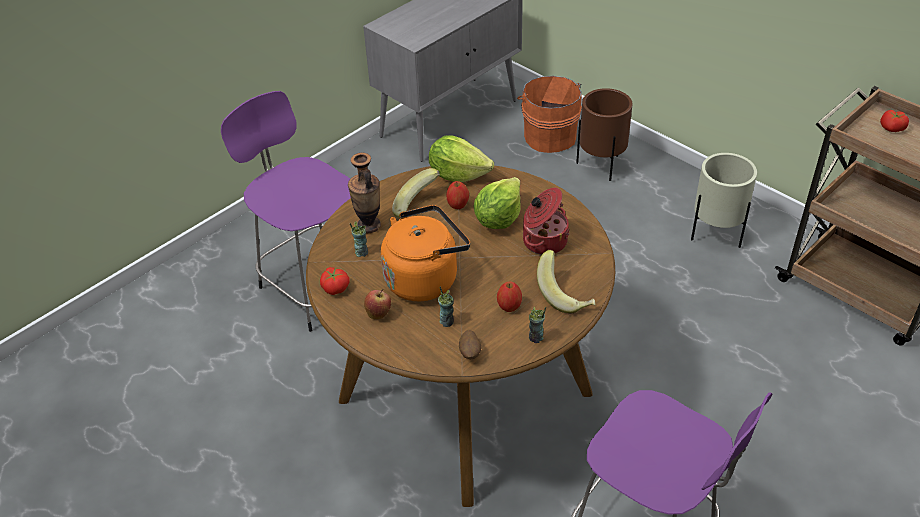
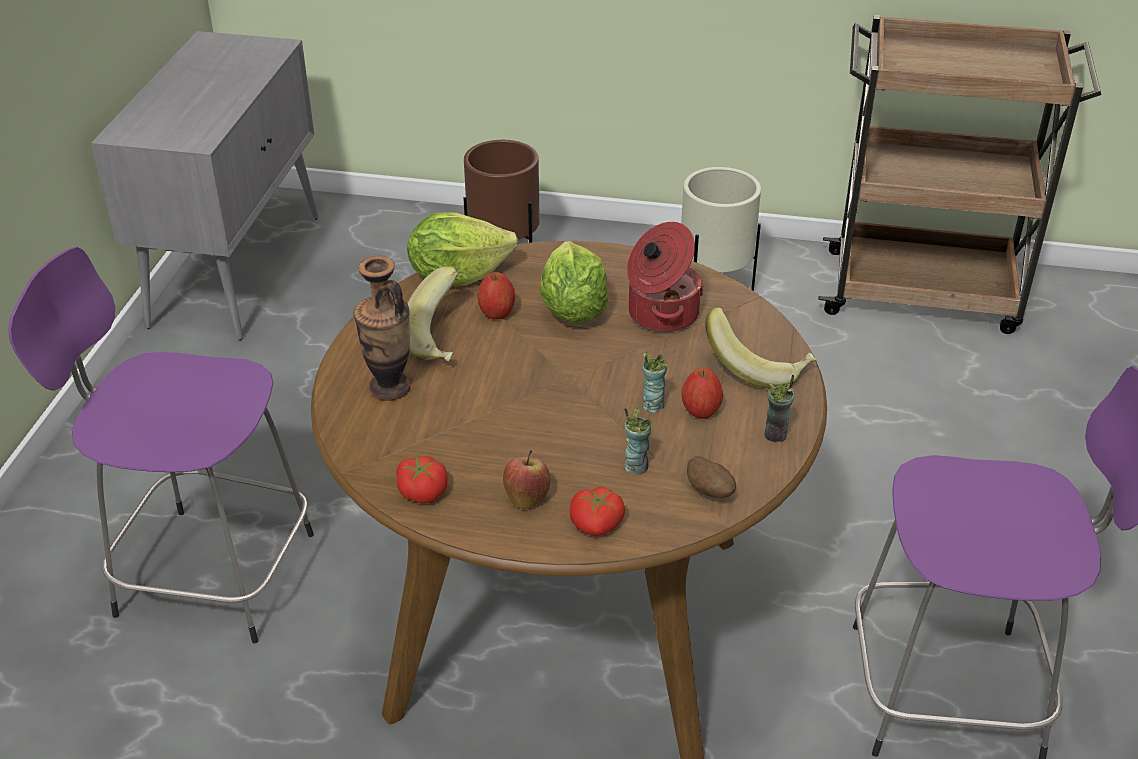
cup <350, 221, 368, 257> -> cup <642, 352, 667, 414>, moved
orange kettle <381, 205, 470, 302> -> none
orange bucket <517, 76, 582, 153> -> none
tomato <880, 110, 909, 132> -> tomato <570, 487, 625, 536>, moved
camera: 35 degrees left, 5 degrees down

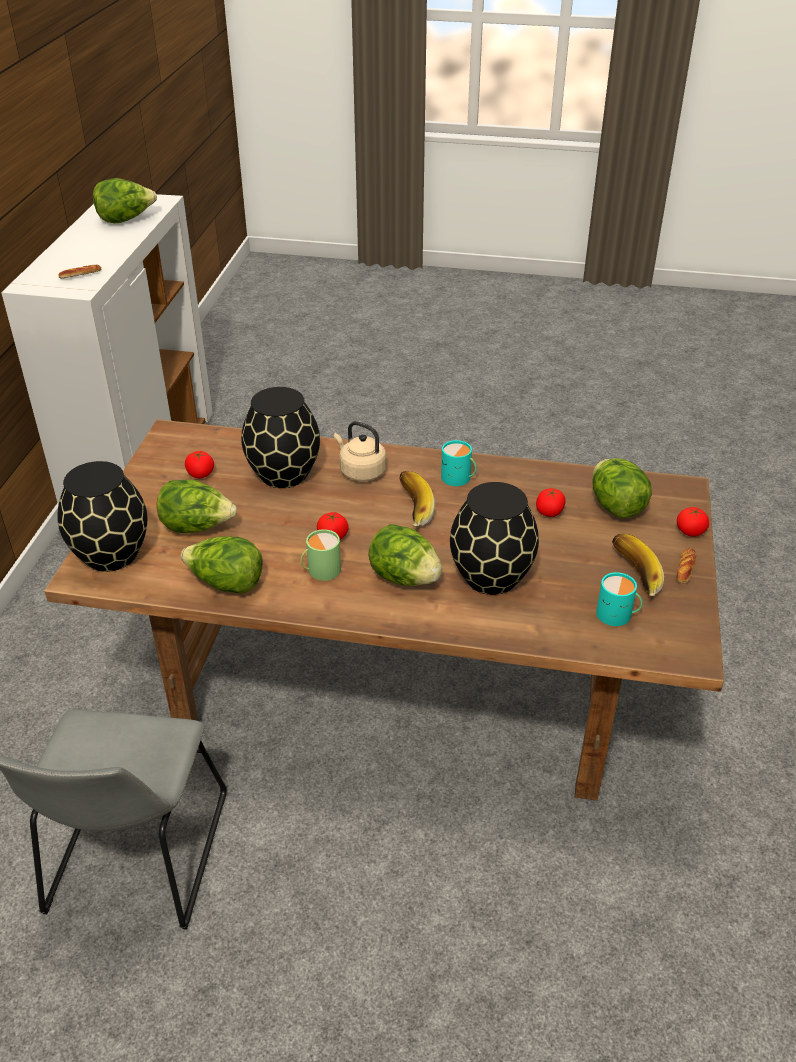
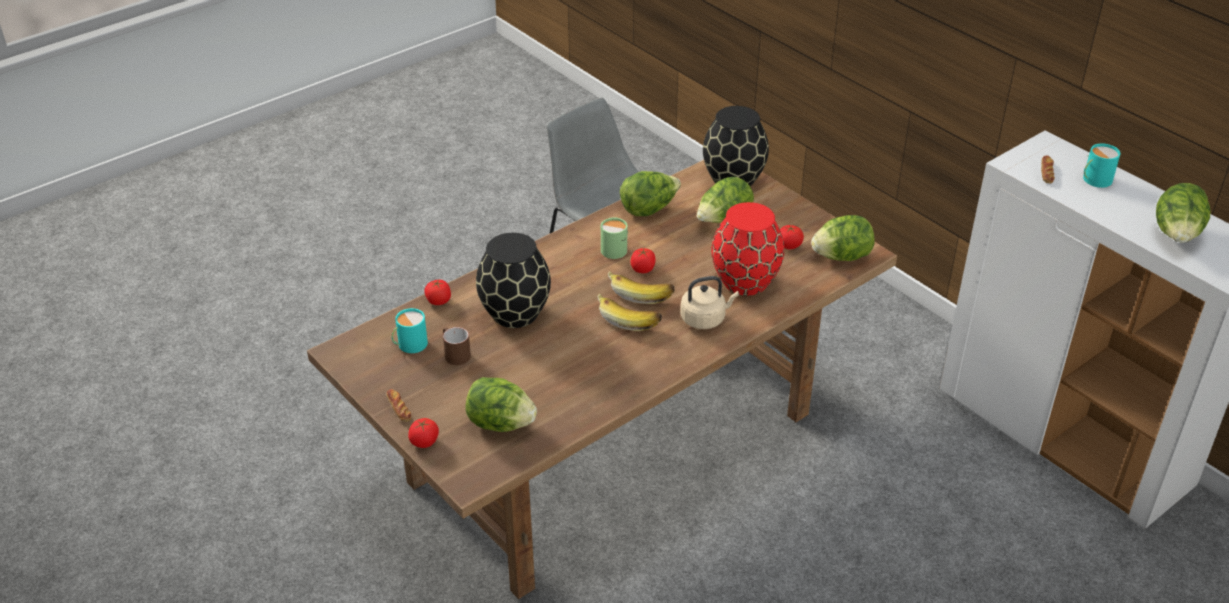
black vase <241, 387, 320, 488> -> red vase <712, 202, 784, 296>
lettuce <368, 524, 443, 586> -> lettuce <811, 215, 875, 261>, moved
turquoise mug <441, 440, 477, 486> -> turquoise mug <1083, 143, 1121, 188>, moved
tomato <536, 488, 566, 517> -> tomato <424, 280, 451, 305>, moved
banana <612, 534, 664, 596> -> banana <608, 271, 675, 304>, moved
none -> brown mug <443, 327, 471, 365>
camera: 130 degrees right, 0 degrees up

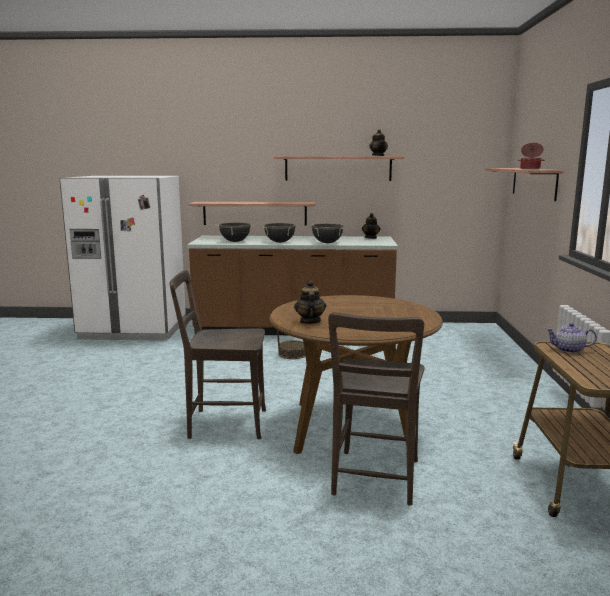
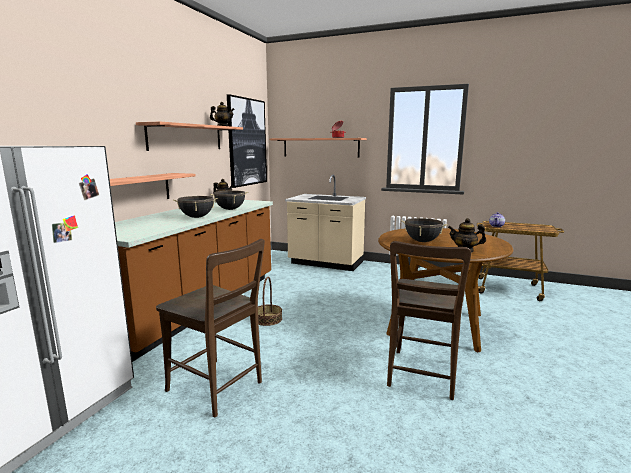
black cooking pot <216, 223, 254, 242> -> black cooking pot <401, 218, 448, 242>, moved
brown chair <328, 312, 424, 506> -> brown chair <156, 239, 265, 417>, moved
none -> picture <227, 94, 267, 188>
none -> beige counter <285, 175, 366, 271>
camera: 70 degrees left, 0 degrees up

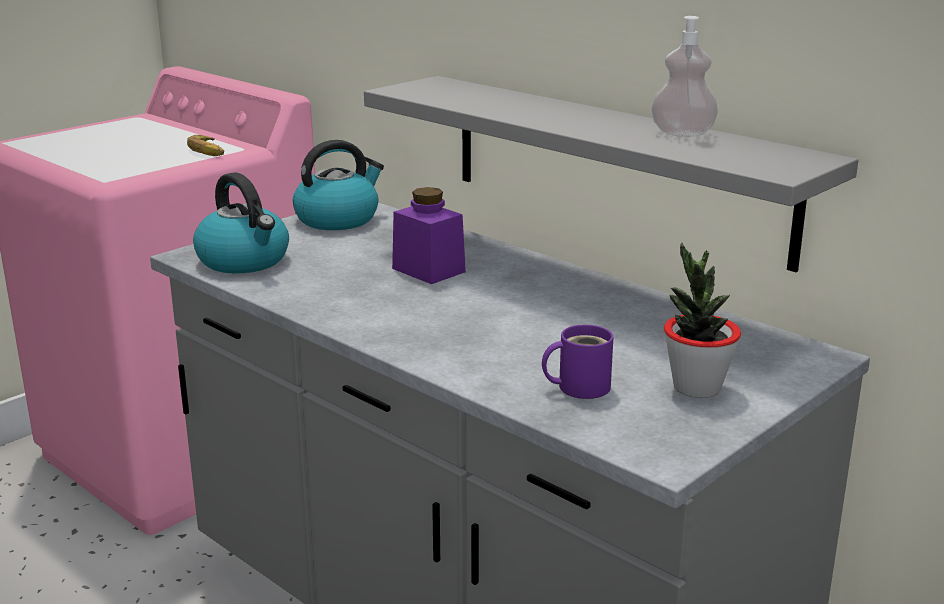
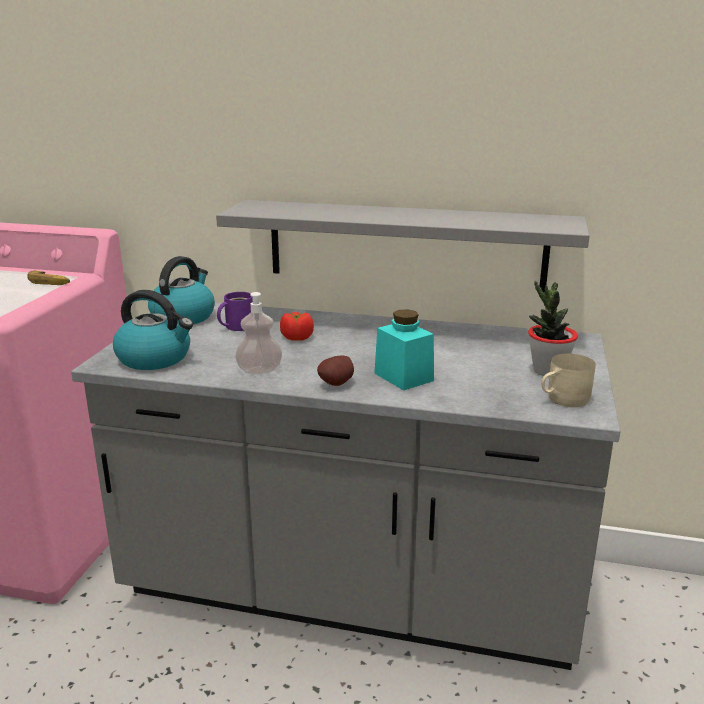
purple jar <392, 187, 466, 284> -> tomato <280, 312, 314, 341>
purple mug <542, 325, 613, 399> -> purple mug <217, 292, 253, 331>, moved
soap dispenser <651, 16, 718, 137> -> soap dispenser <235, 292, 282, 374>, moved
none -> potato <317, 356, 354, 386>
none -> turquoise jar <374, 309, 434, 390>
none -> beige mug <541, 354, 596, 407>
camera: 30 degrees left, 0 degrees up

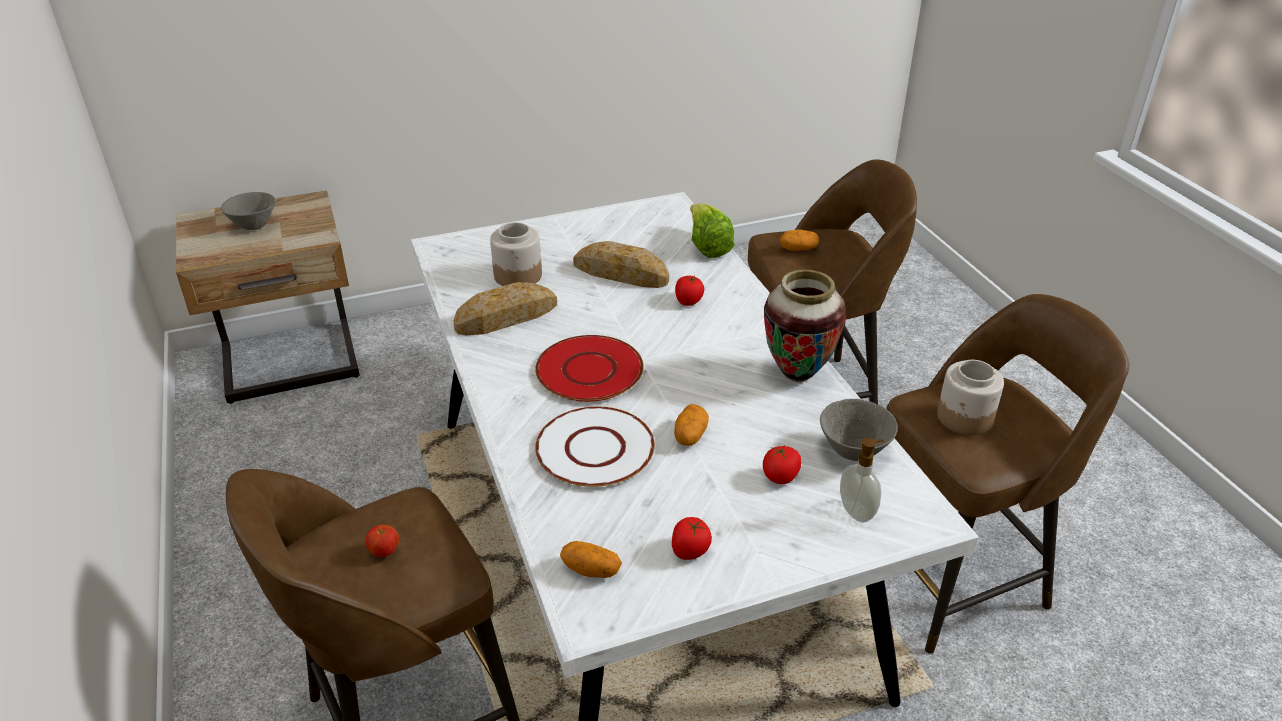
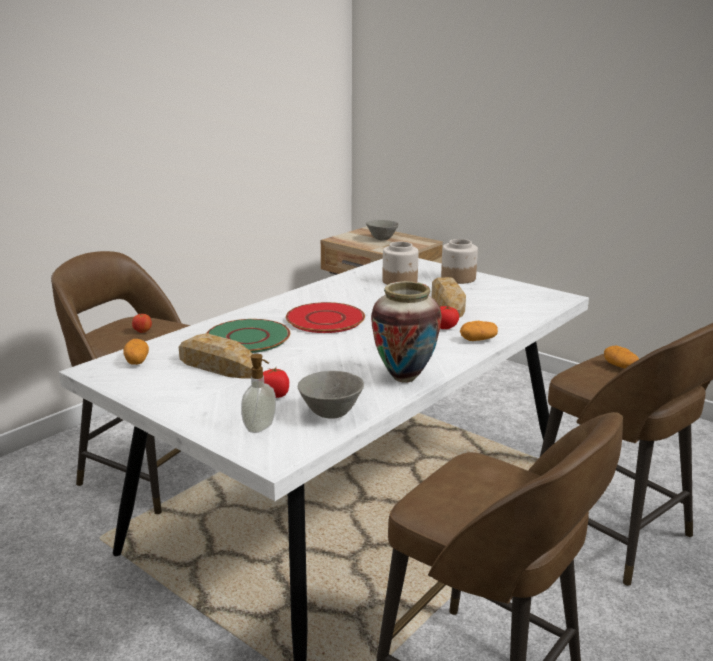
bread <453, 282, 557, 335> -> bread <179, 333, 253, 379>, moved
white plate <535, 406, 655, 487> -> green plate <207, 319, 290, 353>
tomato <672, 517, 712, 560> -> none
potato <674, 404, 709, 446> -> potato <460, 321, 498, 341>, moved
lettuce <690, 204, 735, 258> -> none
jar <937, 360, 1004, 435> -> jar <441, 239, 478, 284>, moved
camera: 60 degrees right, 15 degrees down

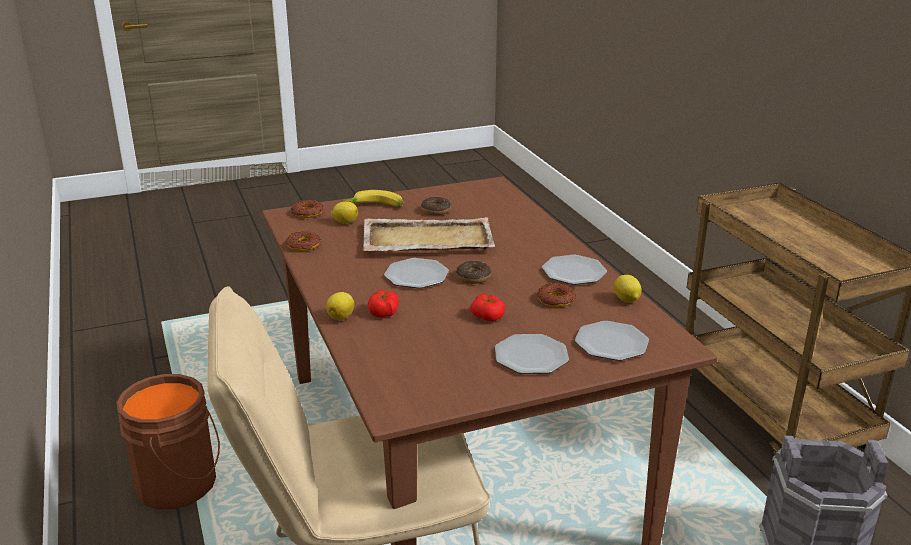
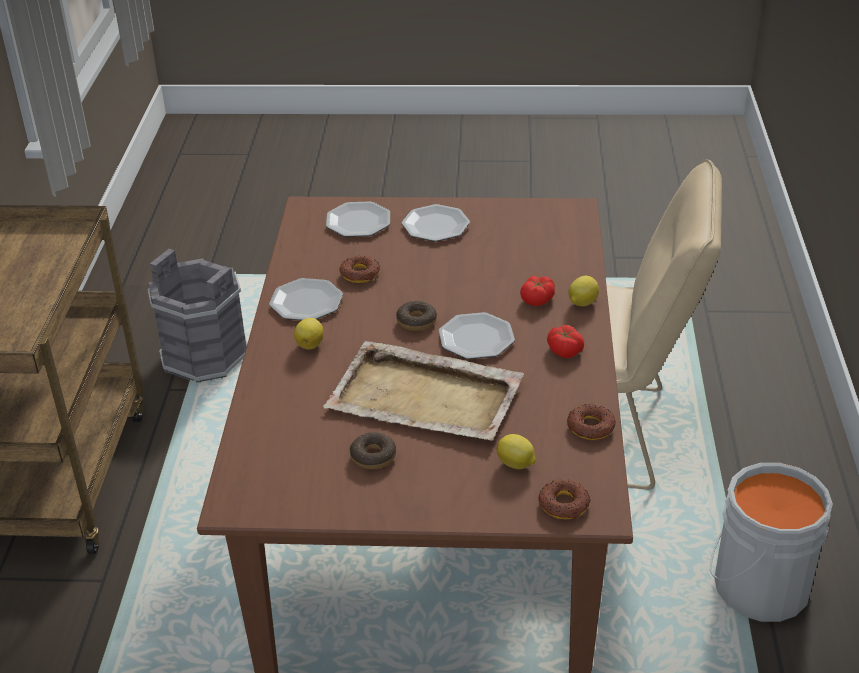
brown bucket <116, 374, 220, 509> -> grey bucket <710, 463, 833, 622>
banana <342, 190, 403, 207> -> none
tomato <470, 294, 505, 321> -> tomato <547, 325, 584, 358>, moved
lemon <614, 275, 642, 303> -> lemon <294, 318, 324, 349>, moved
camera: 155 degrees left, 10 degrees up

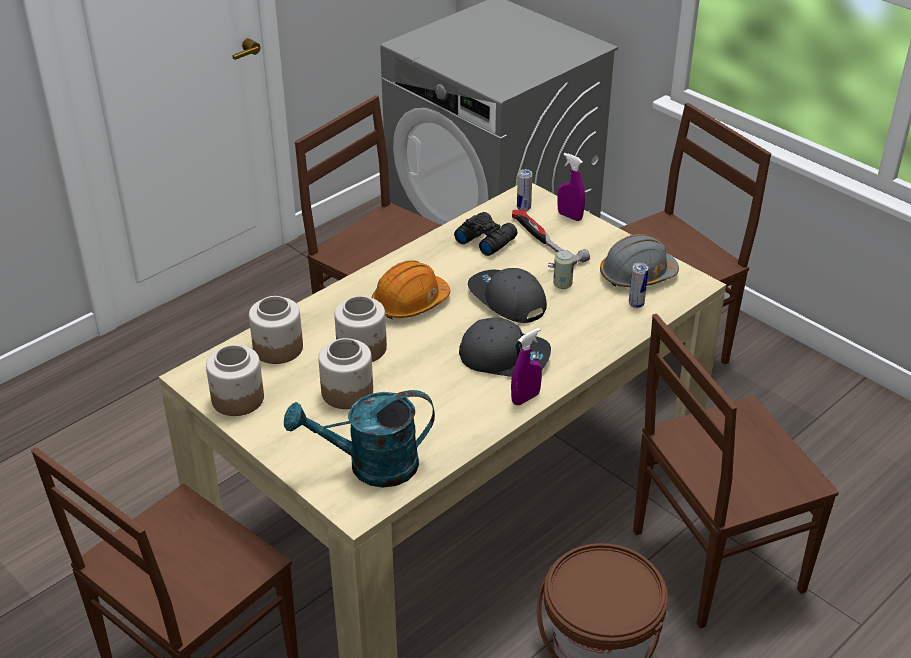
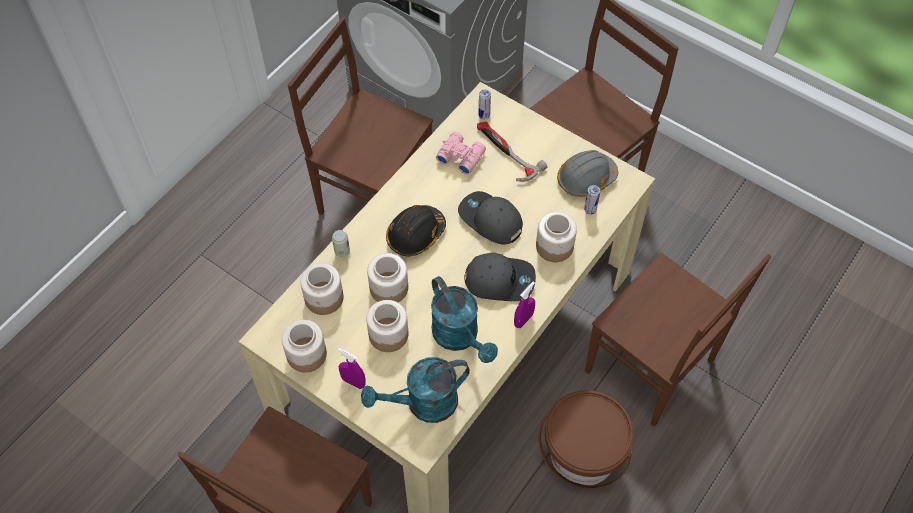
orange hard hat <372, 260, 450, 319> -> black hard hat <386, 205, 446, 256>
black binoculars <454, 212, 518, 256> -> pink binoculars <436, 132, 486, 175>
can <553, 250, 574, 289> -> can <332, 230, 350, 257>, moved
purple spray bottle <557, 153, 585, 221> -> purple spray bottle <338, 348, 366, 389>, moved
brown chair <633, 314, 839, 629> -> brown chair <585, 253, 771, 427>, 105 degrees counterclockwise
none -> turquoise watering can <431, 276, 498, 363>
none -> jar <536, 212, 577, 262>
camera: 10 degrees left, 20 degrees up

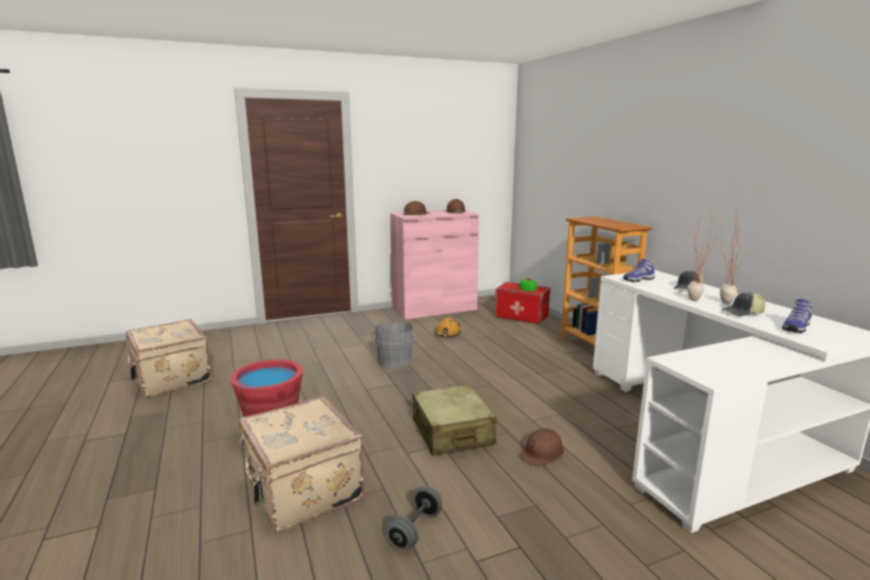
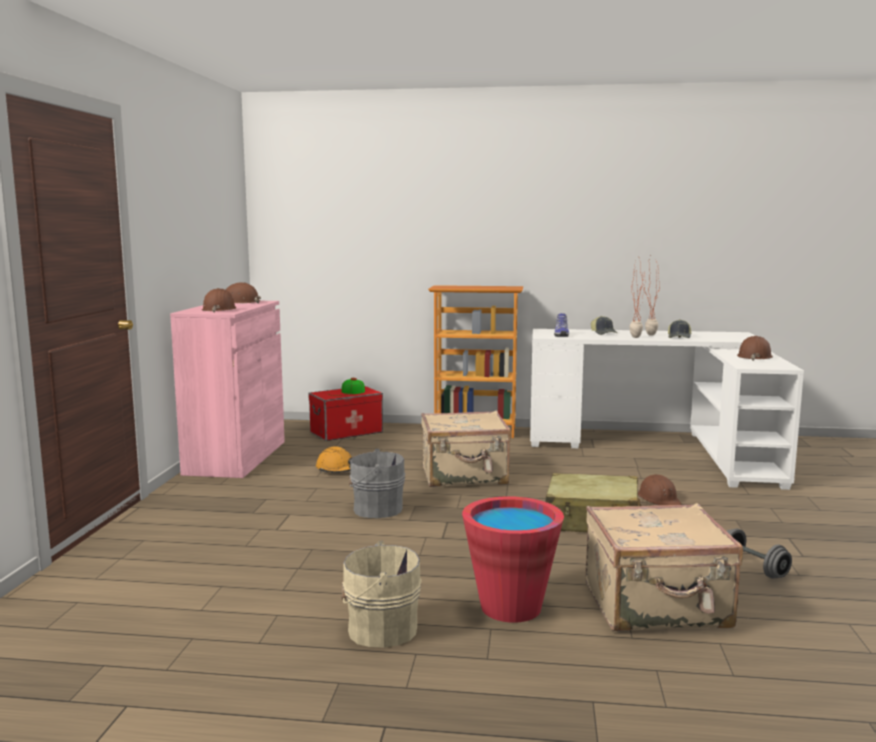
beige suitcase <125, 319, 212, 397> -> beige suitcase <421, 411, 511, 487>, moved
shoe <782, 299, 812, 333> -> none
none -> beige bucket <342, 541, 422, 647>
none -> brown hard hat <737, 336, 773, 361>
camera: 60 degrees left, 5 degrees down

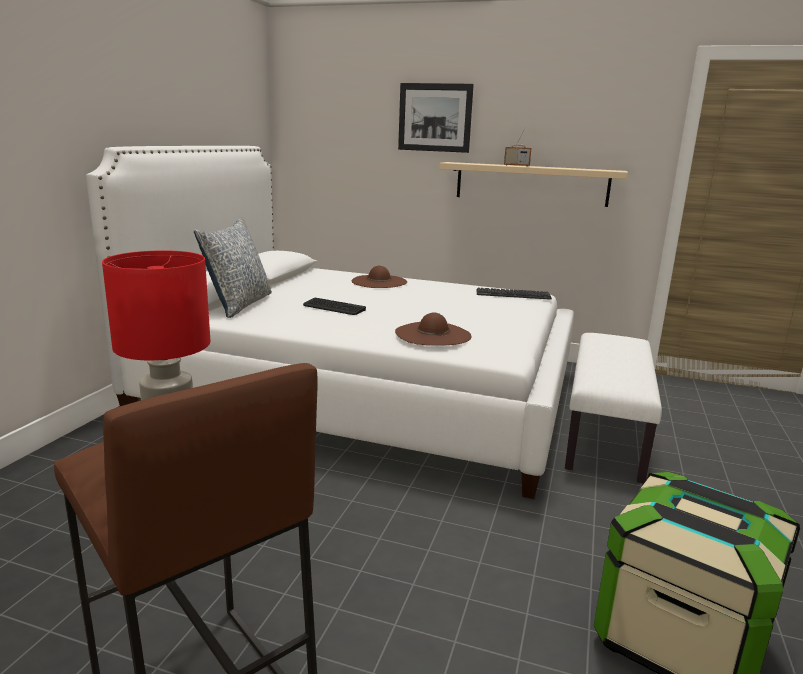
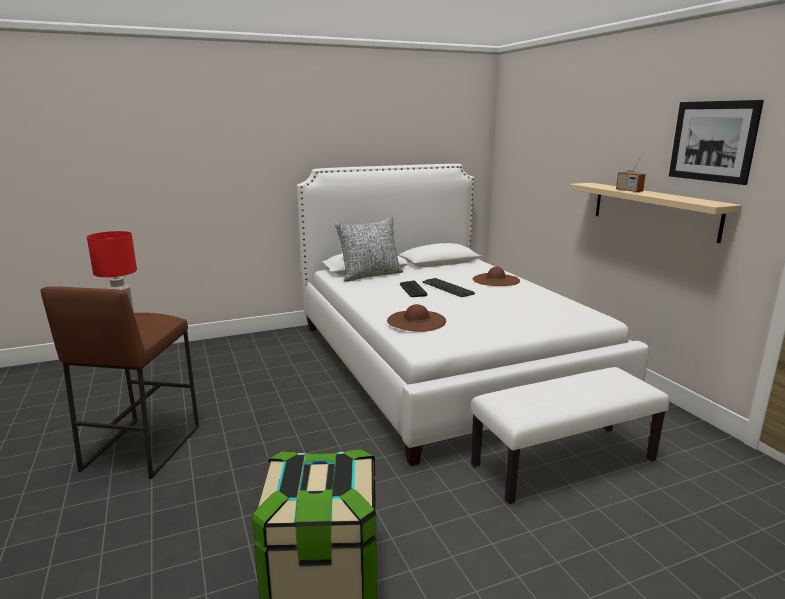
picture <398, 83, 474, 153> -> picture <669, 100, 764, 185>, moved
keyboard <477, 288, 552, 300> -> keyboard <423, 278, 475, 297>, moved
camera: 50 degrees right, 0 degrees up

